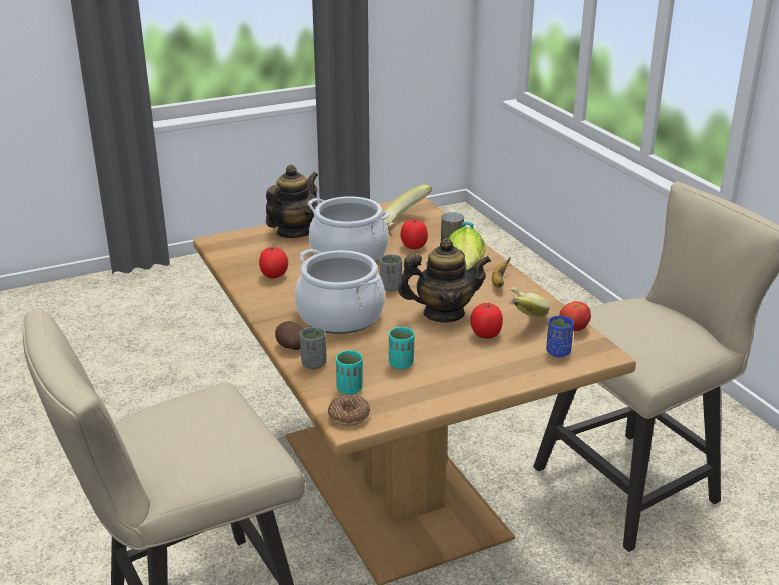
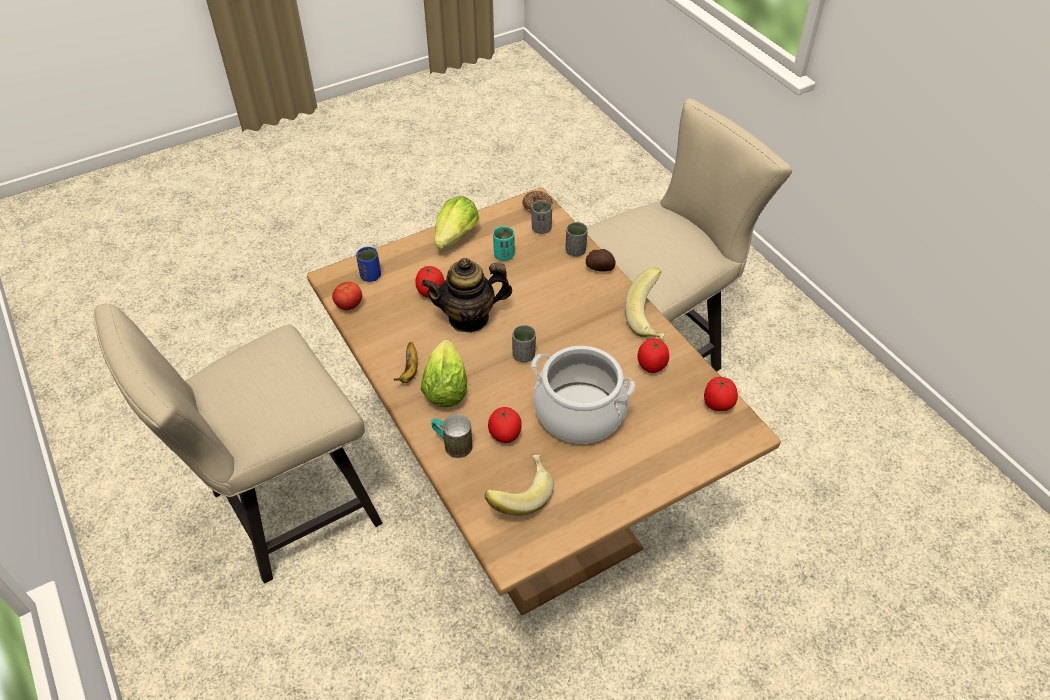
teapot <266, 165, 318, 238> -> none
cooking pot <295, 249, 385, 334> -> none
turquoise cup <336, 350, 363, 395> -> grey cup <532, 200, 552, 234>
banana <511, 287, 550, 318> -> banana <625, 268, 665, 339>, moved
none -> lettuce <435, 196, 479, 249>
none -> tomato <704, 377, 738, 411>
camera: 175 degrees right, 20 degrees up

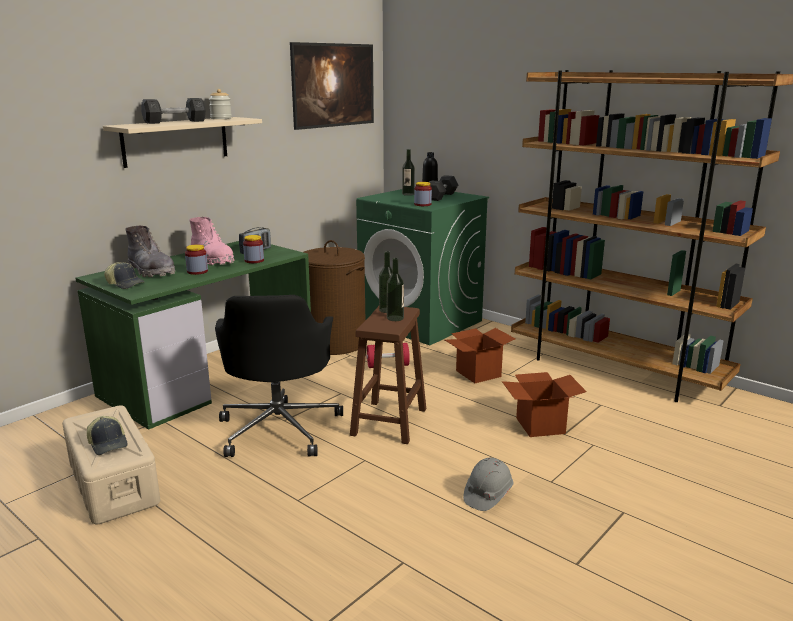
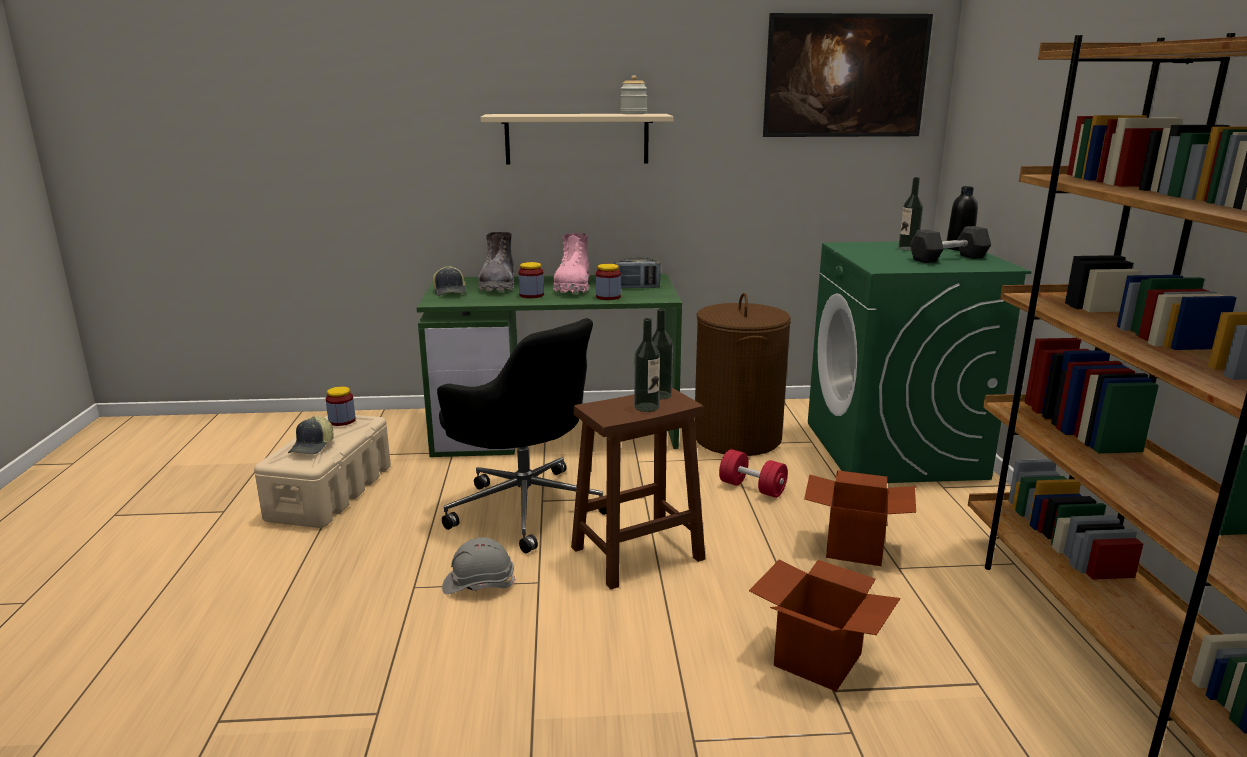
grey dumbbell <141, 98, 206, 124> -> none
black office chair <215, 295, 343, 457> -> black office chair <437, 318, 606, 553>, 90 degrees counterclockwise
jar <414, 182, 432, 206> -> jar <326, 386, 356, 426>, moved
grey hard hat <463, 458, 513, 511> -> grey hard hat <442, 537, 516, 594>, moved
camera: 45 degrees right, 0 degrees up

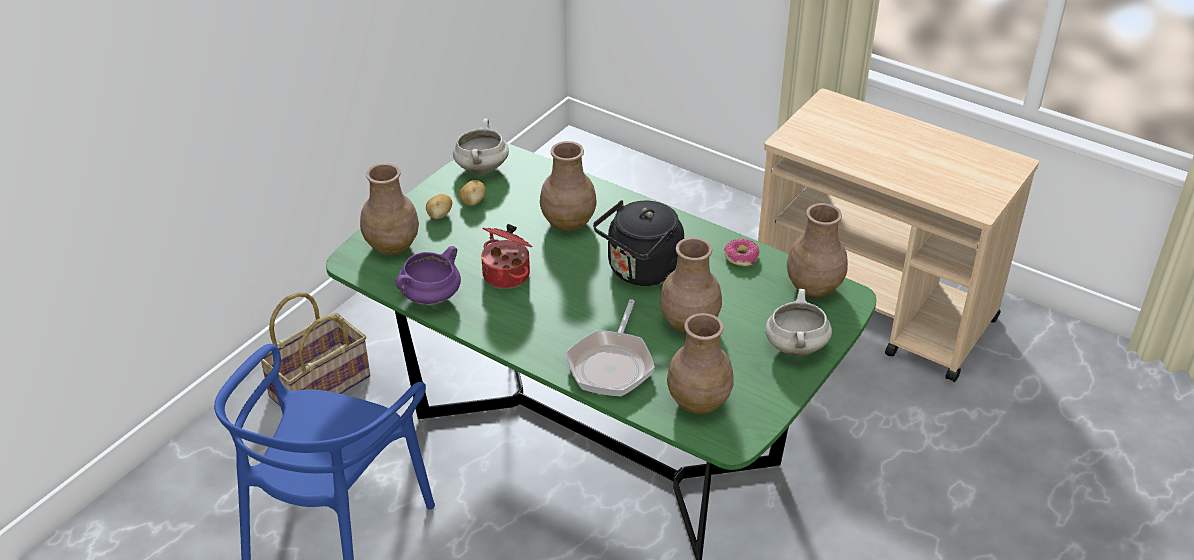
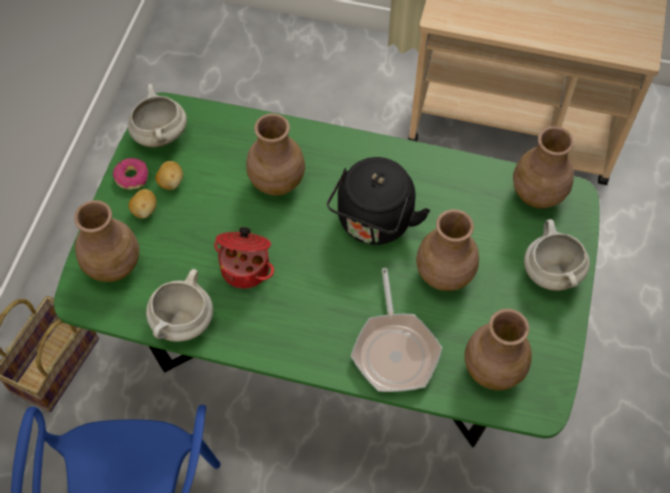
purple cooking pot <396, 246, 461, 305> -> white cooking pot <146, 269, 213, 342>
donut <724, 239, 759, 266> -> donut <113, 158, 148, 190>, moved
camera: 20 degrees left, 20 degrees up

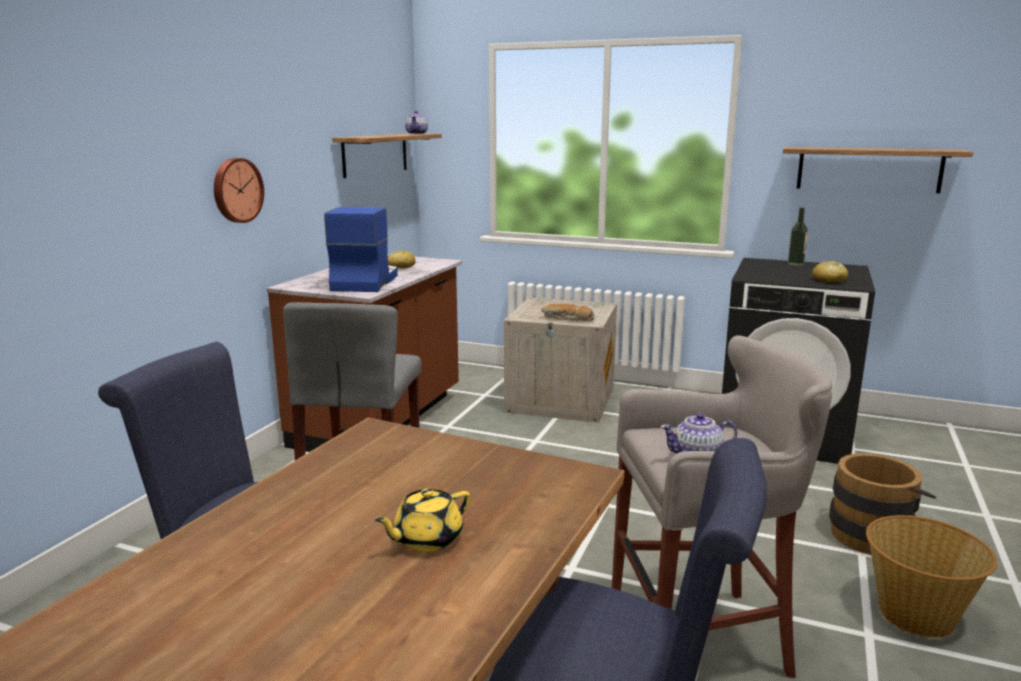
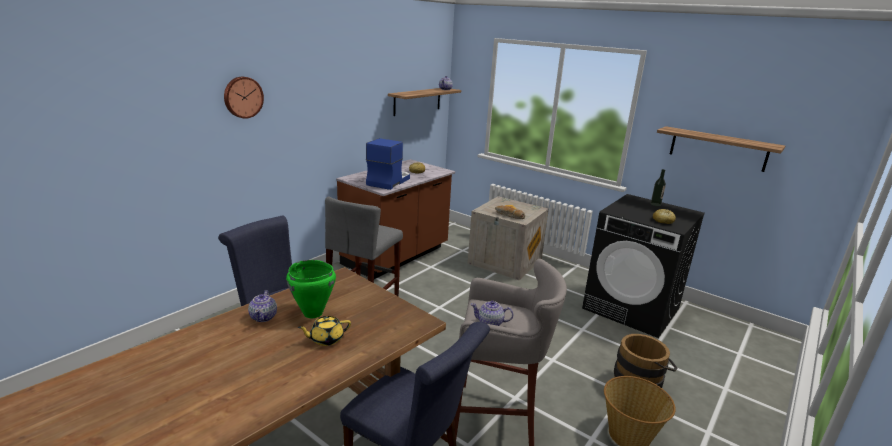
wall clock <214, 158, 264, 223> -> wall clock <224, 77, 264, 119>, moved
none -> teapot <248, 290, 277, 322>
none -> green cooking pot <286, 260, 336, 318>
camera: 15 degrees right, 5 degrees up

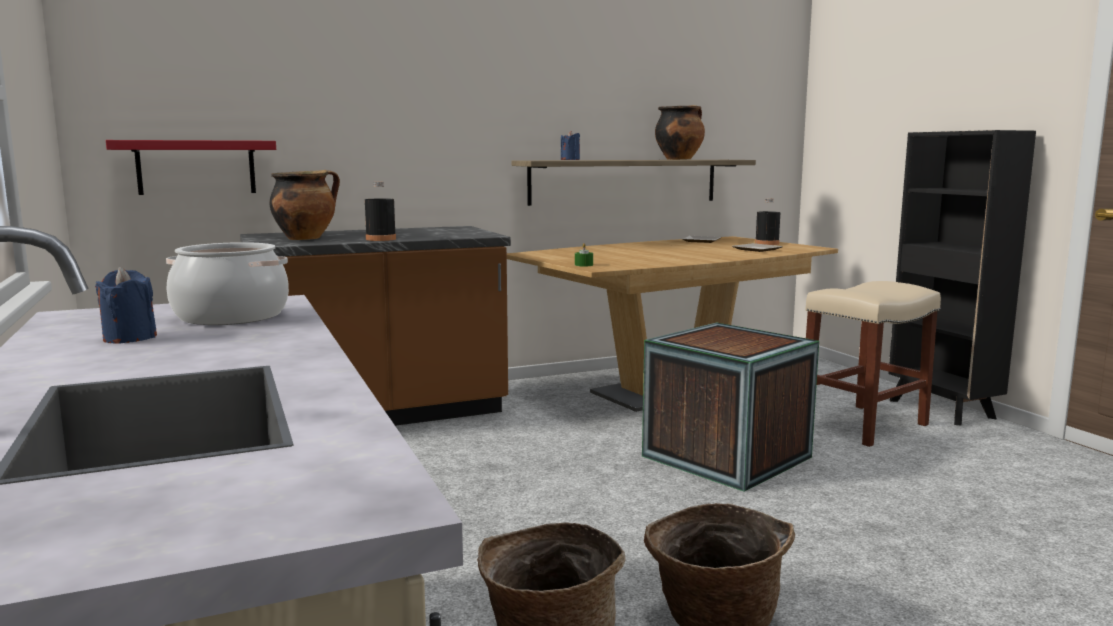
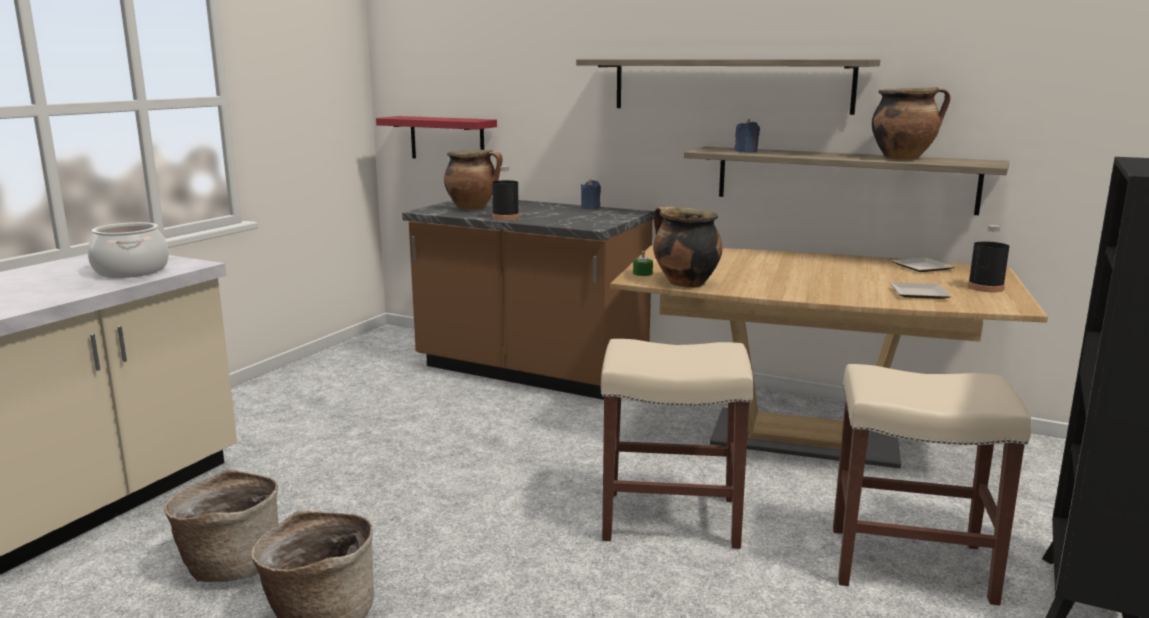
blue candle <95, 267, 157, 344> -> blue candle <581, 179, 601, 209>, moved
crate <642, 323, 819, 492> -> beige stool <601, 339, 754, 549>
none -> shelf <576, 59, 880, 115>
none -> cooking pot <653, 206, 723, 288>
camera: 50 degrees right, 5 degrees up

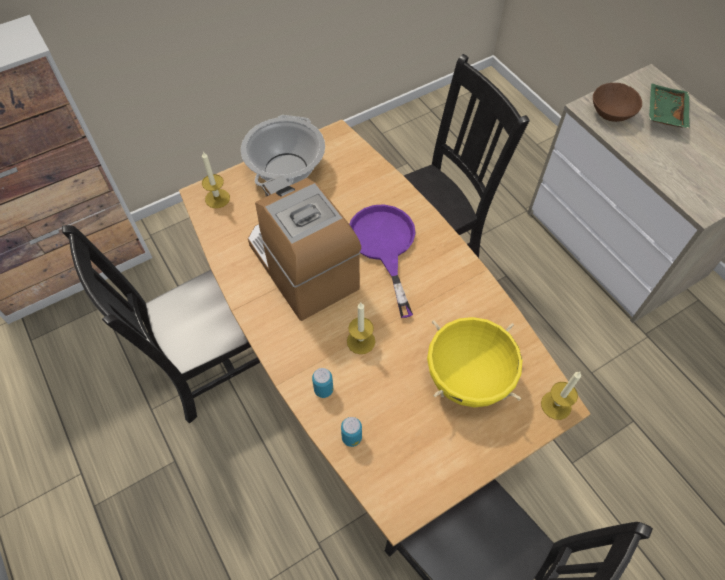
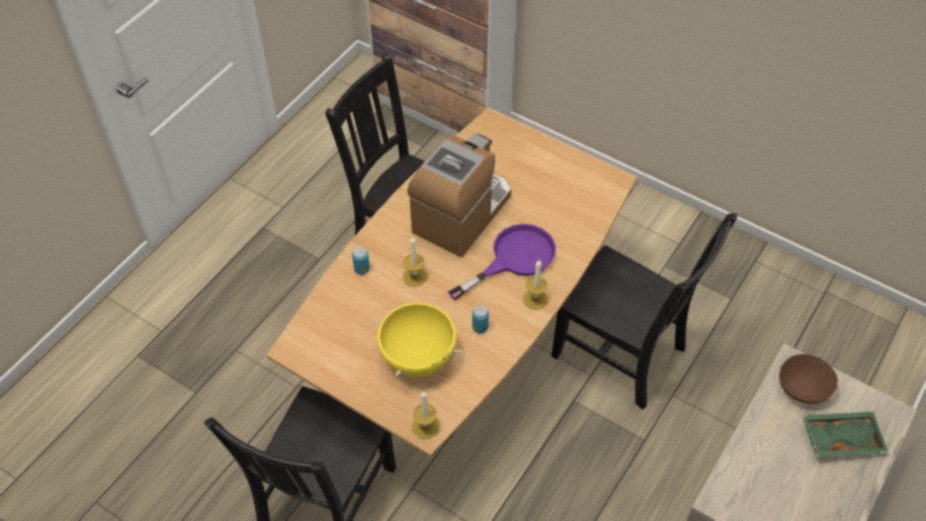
candle <202, 152, 230, 208> -> candle <523, 260, 548, 310>, moved
cooking pot <241, 115, 325, 186> -> none
can <341, 417, 362, 447> -> can <472, 305, 489, 333>, moved
camera: 65 degrees right, 5 degrees down

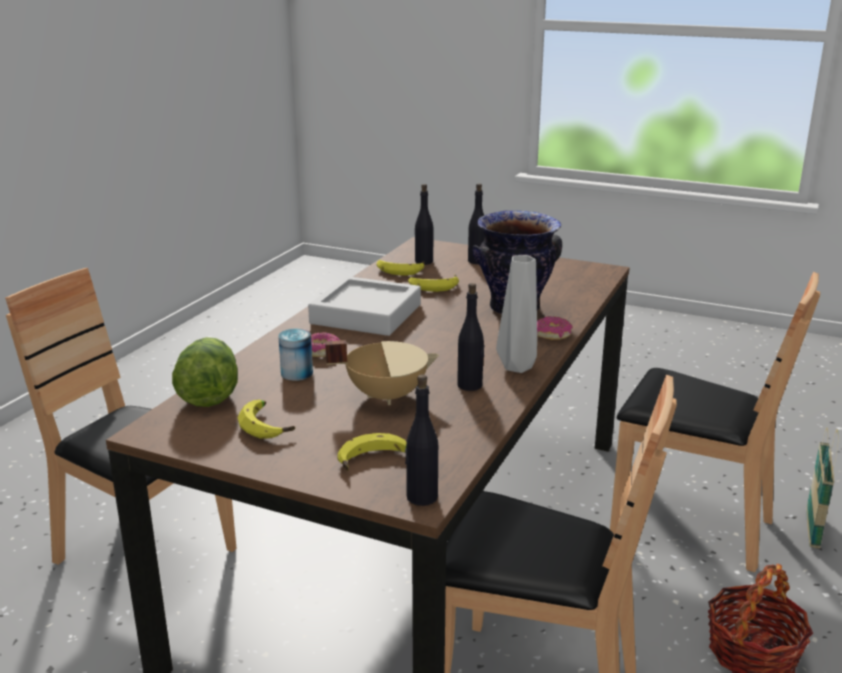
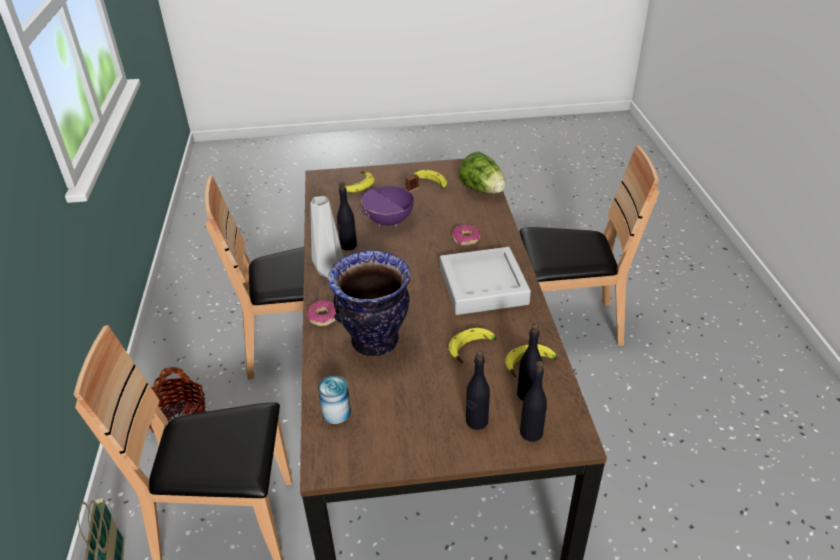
can <278, 329, 313, 381> -> can <318, 376, 351, 424>, moved
beige cooking pot <325, 340, 439, 405> -> purple cooking pot <360, 174, 419, 227>
black bottle <405, 375, 438, 506> -> black bottle <520, 361, 547, 442>, moved
camera: 150 degrees right, 15 degrees up

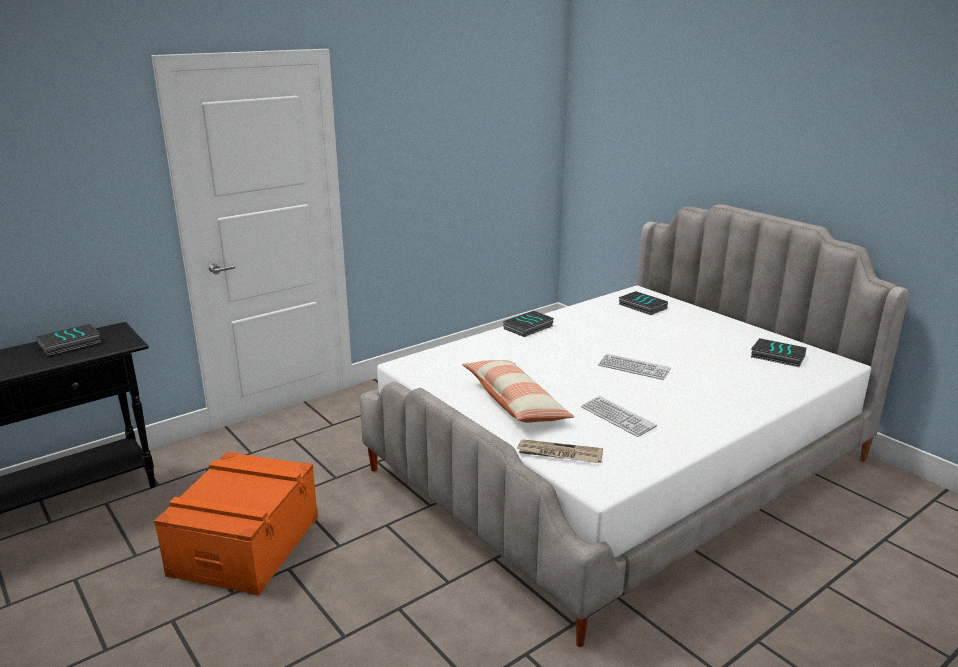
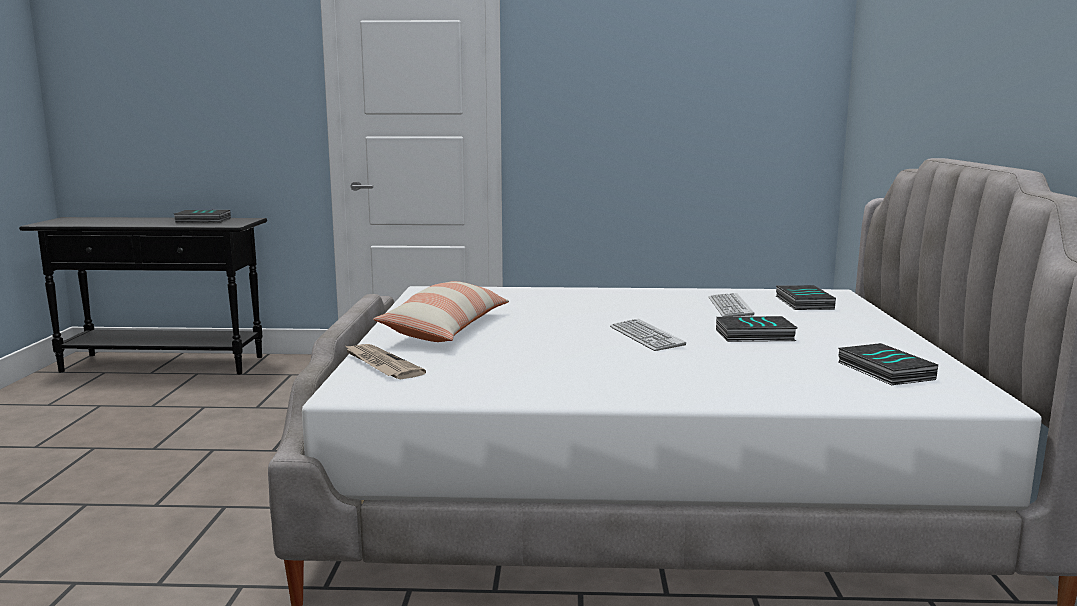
orange storage box <154, 452, 318, 596> -> none
book <504, 311, 554, 337> -> book <716, 316, 798, 342>, moved
keyboard <581, 396, 657, 437> -> keyboard <709, 293, 754, 317>, moved
camera: 40 degrees right, 10 degrees down

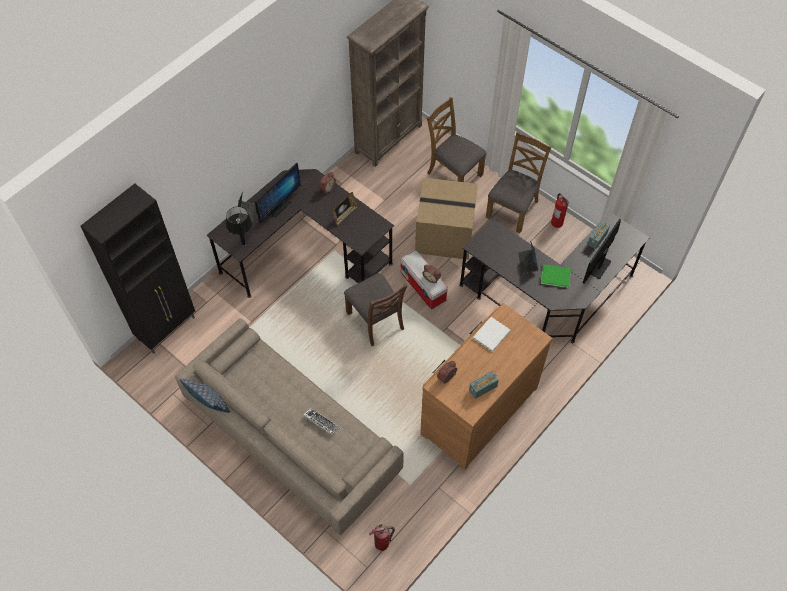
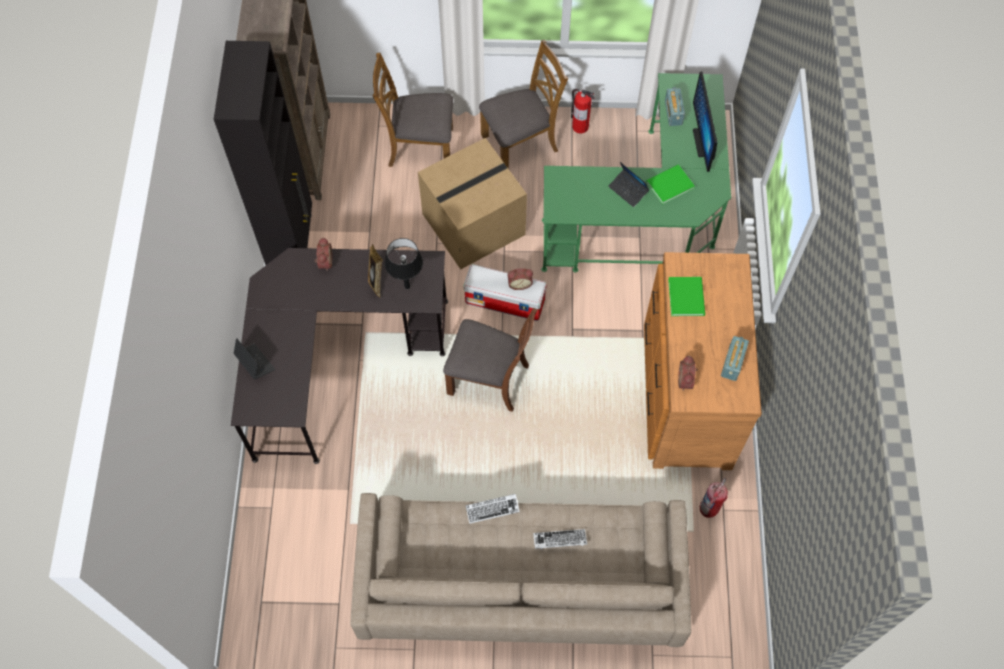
black cabinet <81, 183, 195, 354> -> black cabinet <214, 41, 312, 265>, moved
pillow <180, 378, 230, 413> -> none
black table lamp <226, 206, 252, 245> -> black table lamp <385, 238, 423, 289>, moved
monitor <255, 163, 301, 224> -> none
fire extinguisher <369, 524, 395, 551> -> fire extinguisher <700, 478, 728, 518>, moved
black desk <459, 212, 650, 343> -> green desk <541, 73, 731, 273>
white book <473, 317, 510, 352> -> green book <668, 277, 705, 316>
brown chair <486, 132, 551, 233> -> brown chair <479, 40, 568, 169>, 75 degrees clockwise
none -> keyboard <465, 494, 520, 524>
camera: 40 degrees left, 5 degrees up

